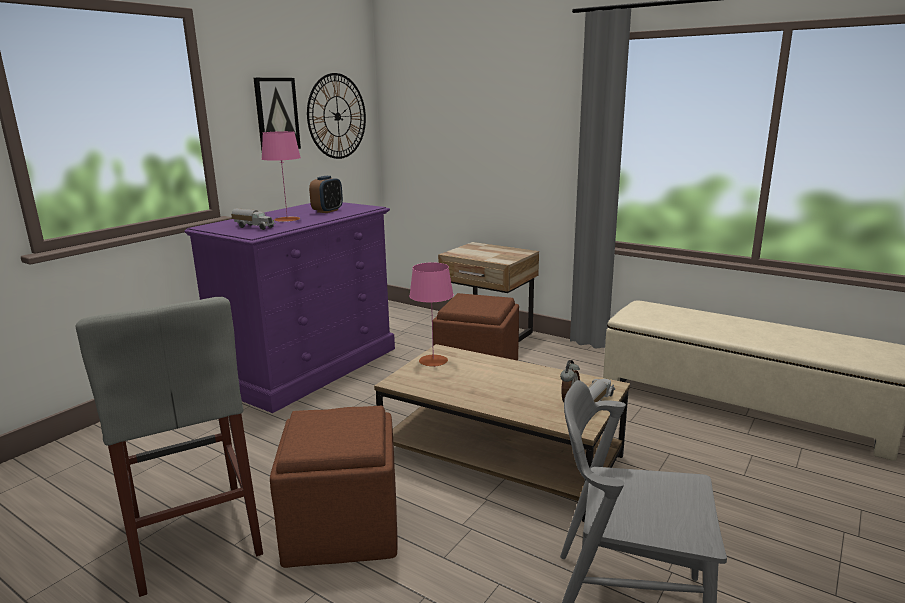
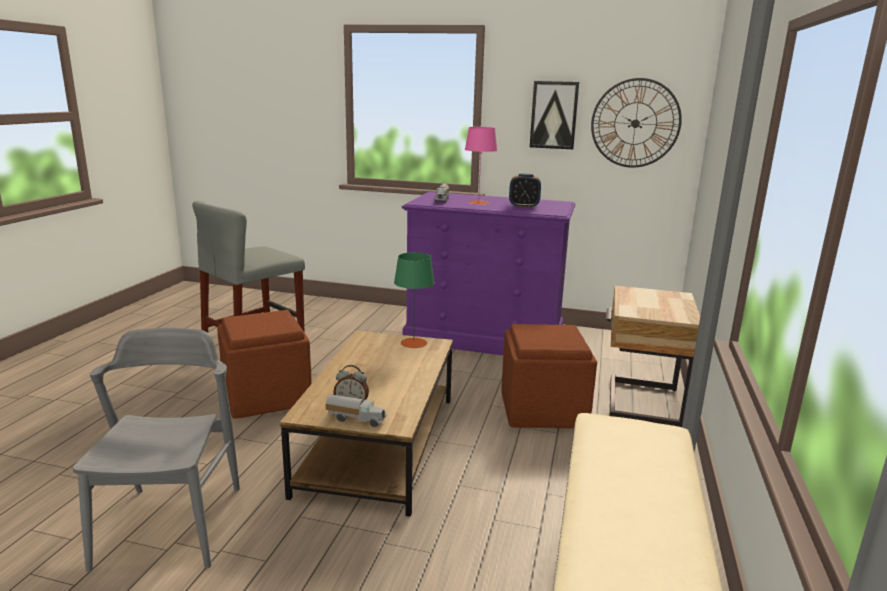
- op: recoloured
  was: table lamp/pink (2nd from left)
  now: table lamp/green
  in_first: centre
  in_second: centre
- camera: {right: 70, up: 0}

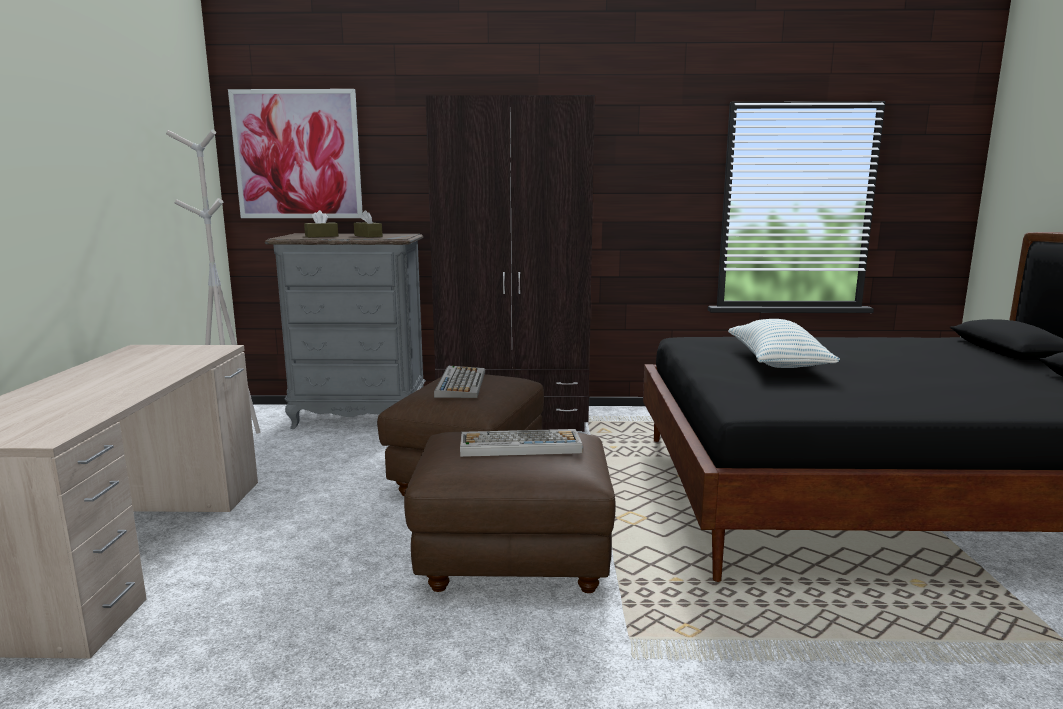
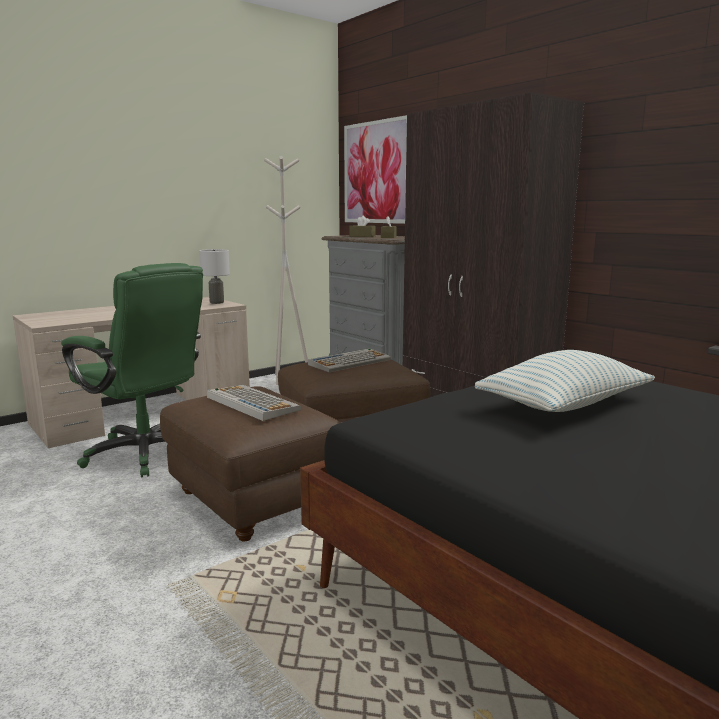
- op: added
  now: desk chair/green
  in_second: middle left
- op: added
  now: table lamp/white
  in_second: middle left
- camera: {right: 50, up: 0}

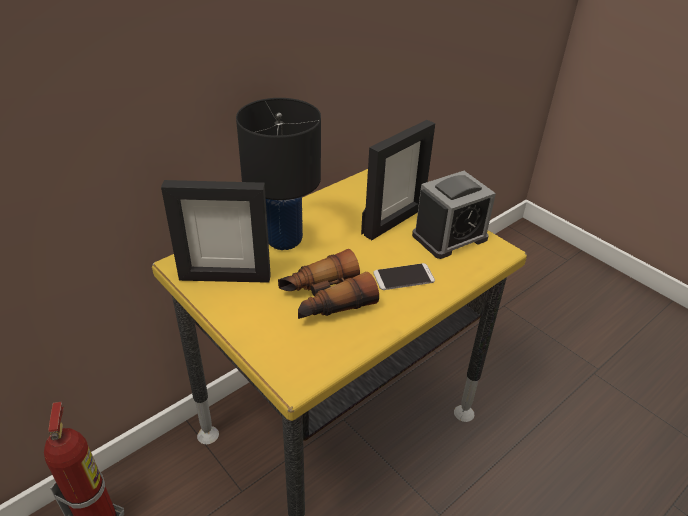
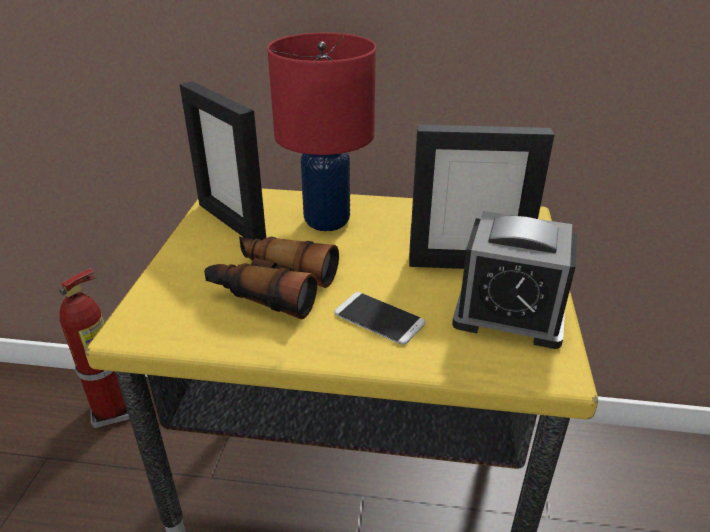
- op: recoloured
  was: table lamp/black-coloured
  now: table lamp/reddish
  in_first: centre
  in_second: top centre
- camera: {right: 50, up: -5}

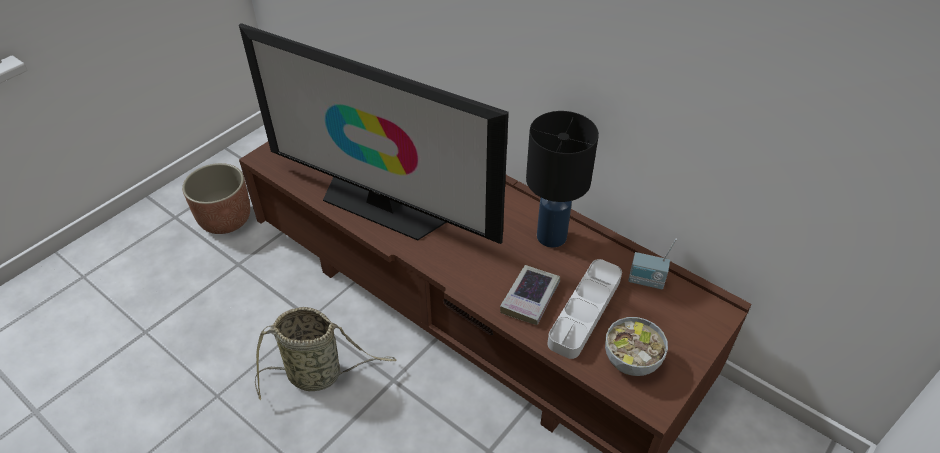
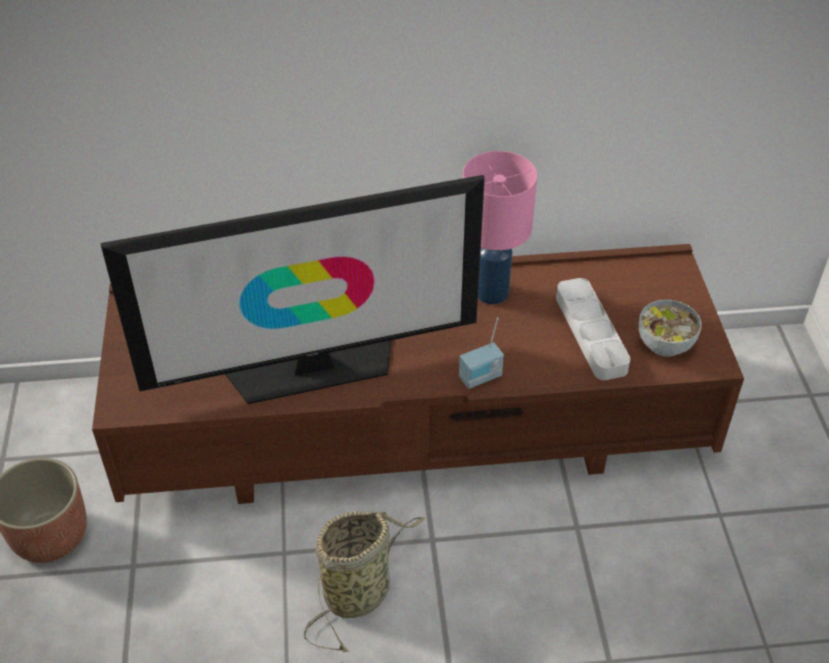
- op: moved
  was: radio set
  in_first: middle right
  in_second: centre
- op: recoloured
  was: table lamp/black-coloured
  now: table lamp/pink
  in_first: centre
  in_second: centre
- op: removed
  was: bound book
  in_first: centre
- camera: {right: -45, up: 0}

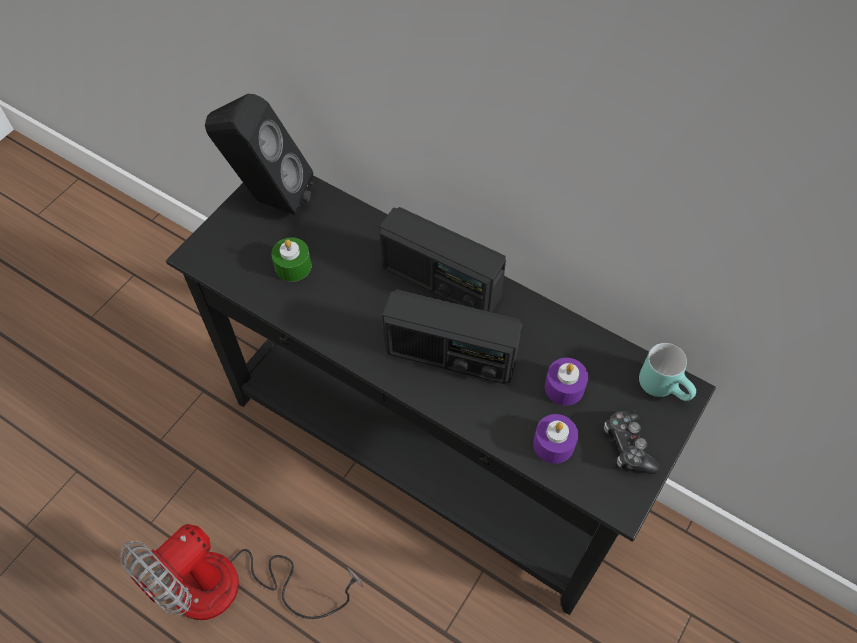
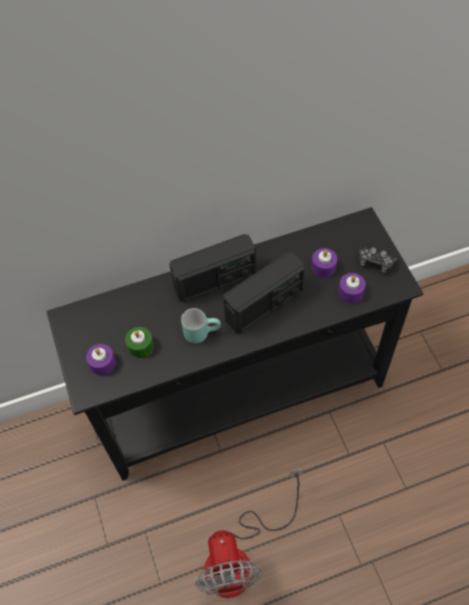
- op: added
  now: candle/purple (1st from left)
  in_second: middle left
- op: moved
  was: tea mug/turquoise
  in_first: middle right
  in_second: centre
- op: removed
  was: speaker/black-coloured
  in_first: top left
- camera: {right: -50, up: 0}

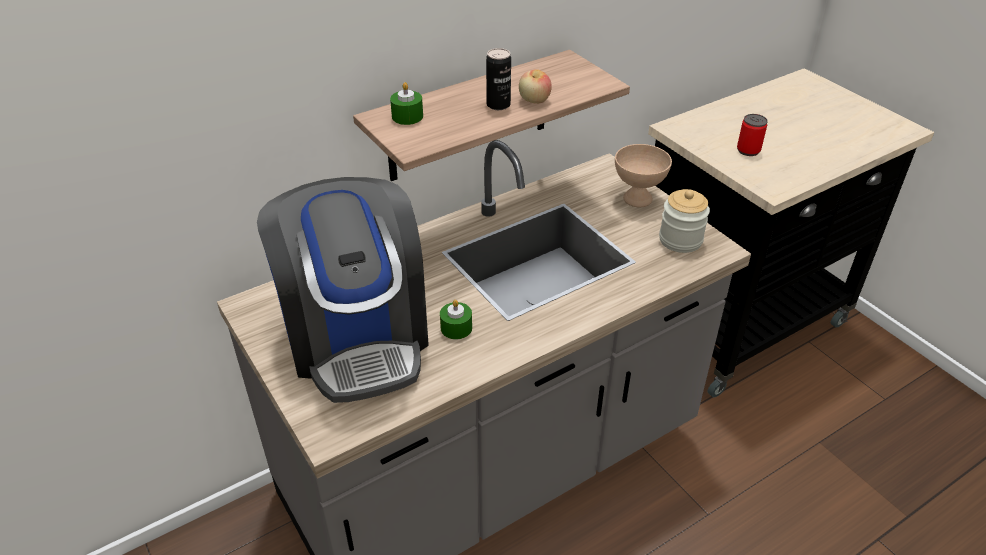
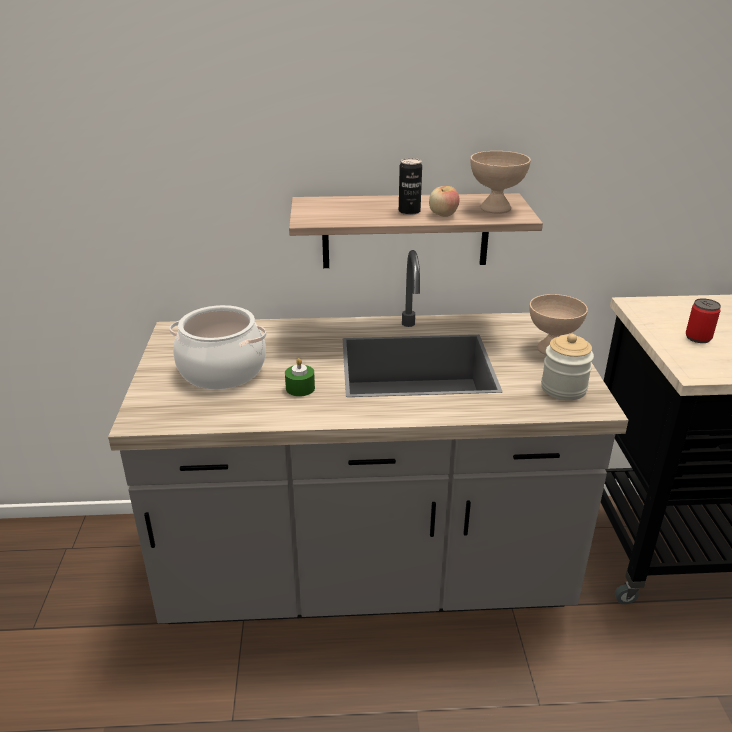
- op: replaced
  was: coffee maker
  now: saucepot
  in_first: centre
  in_second: middle left
- op: added
  now: deep dish/beige-coloured (1st from left)
  in_second: top right
- op: removed
  was: candle/green (1st from left)
  in_first: top centre
- camera: {right: 30, up: -10}

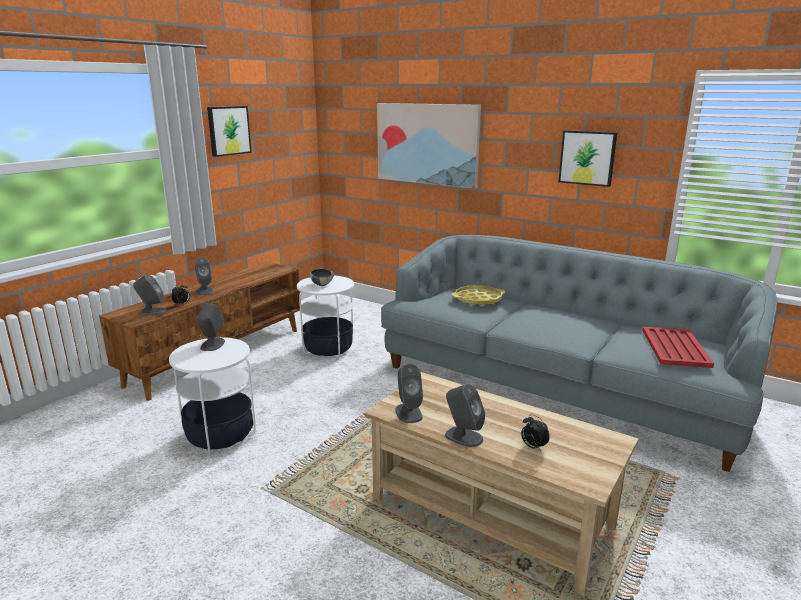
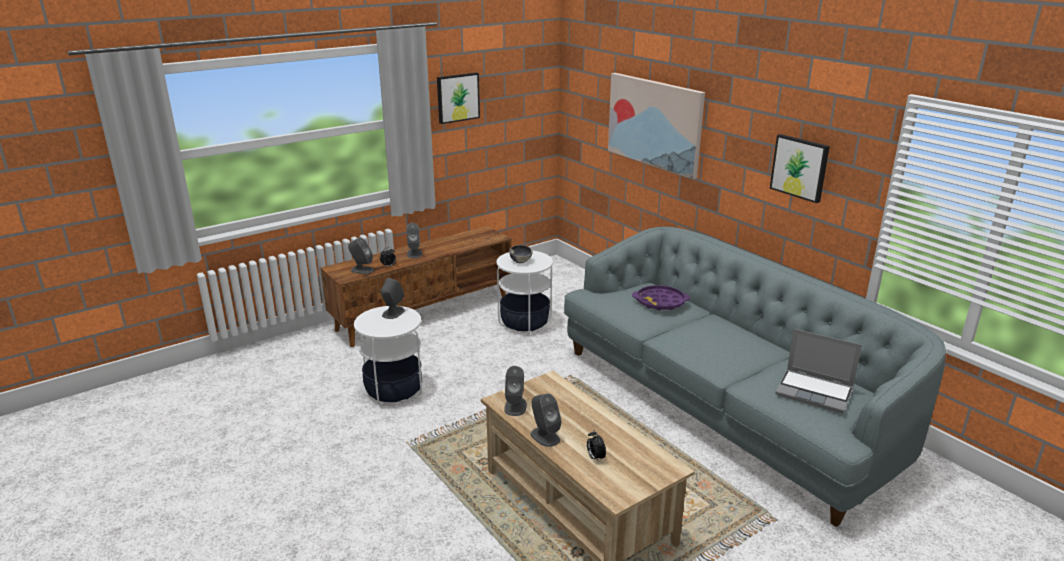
- op: recoloured
  was: carrying tray/yellow
  now: carrying tray/purple
  in_first: centre
  in_second: centre
- op: replaced
  was: carrying tray/reddish
  now: laptop
  in_first: middle right
  in_second: middle right
- camera: {right: 20, up: 5}

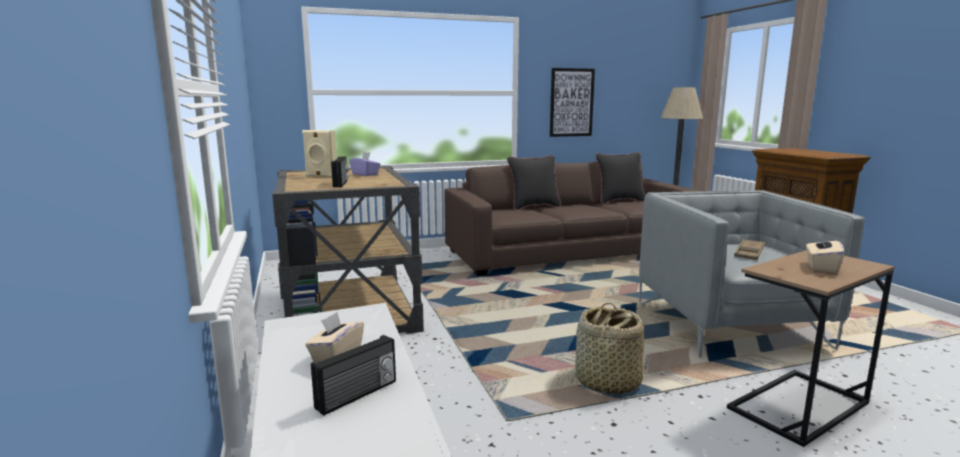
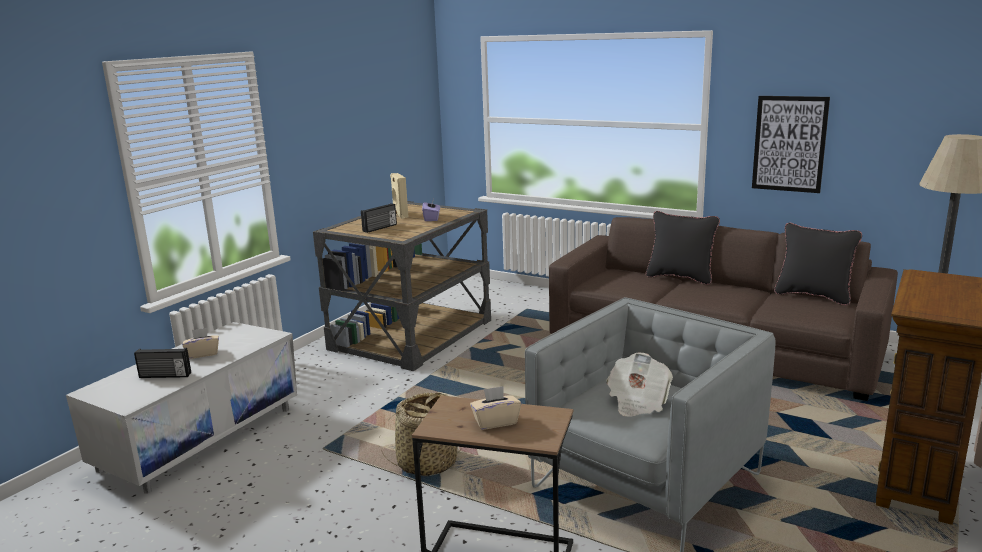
- op: replaced
  was: carrying tray/brown
  now: printed paper
  in_first: middle right
  in_second: bottom centre
- camera: {right: 50, up: 5}

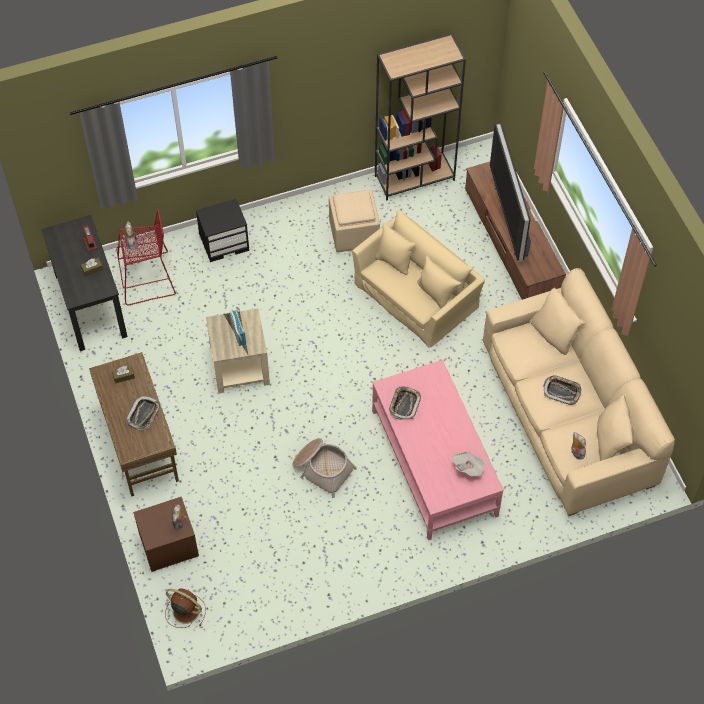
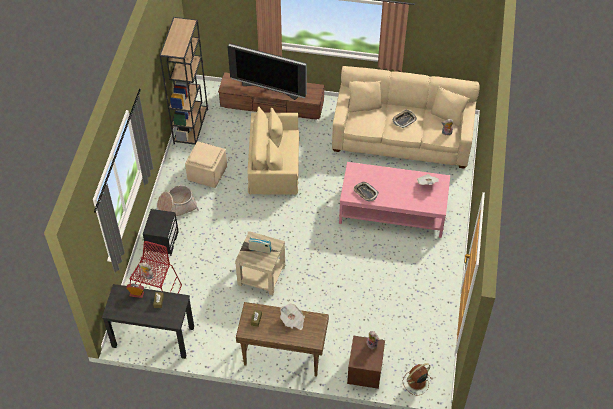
- op: moved
  was: basket
  in_first: centre
  in_second: middle left
- op: turned
  was: armchair/beige-coloured
  in_first: centre
  in_second: centre
  clockwise: -75
- op: replaced
  was: carrying tray (1st from left)
  now: printed paper (1st from left)
  in_first: middle left
  in_second: bottom centre
- camera: {right: -60, up: -5}

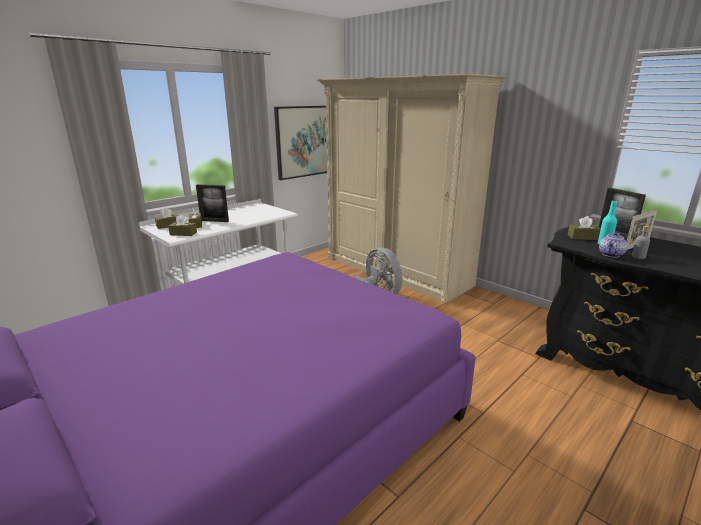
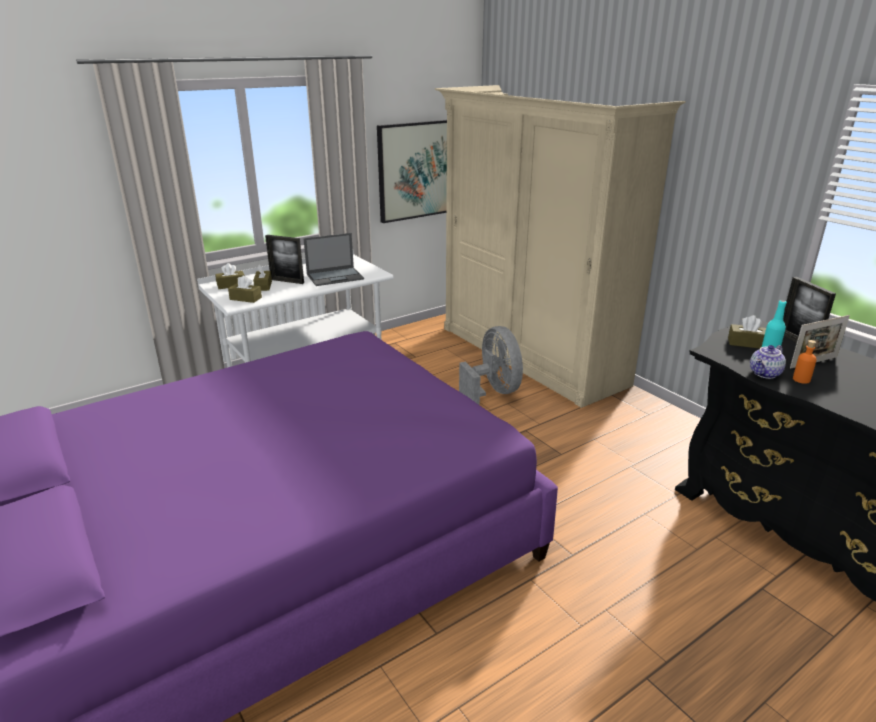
- op: added
  now: laptop
  in_second: centre
- op: recoloured
  was: drink bottle/greyish
  now: drink bottle/orange
  in_first: middle right
  in_second: middle right
- camera: {right: 10, up: 5}

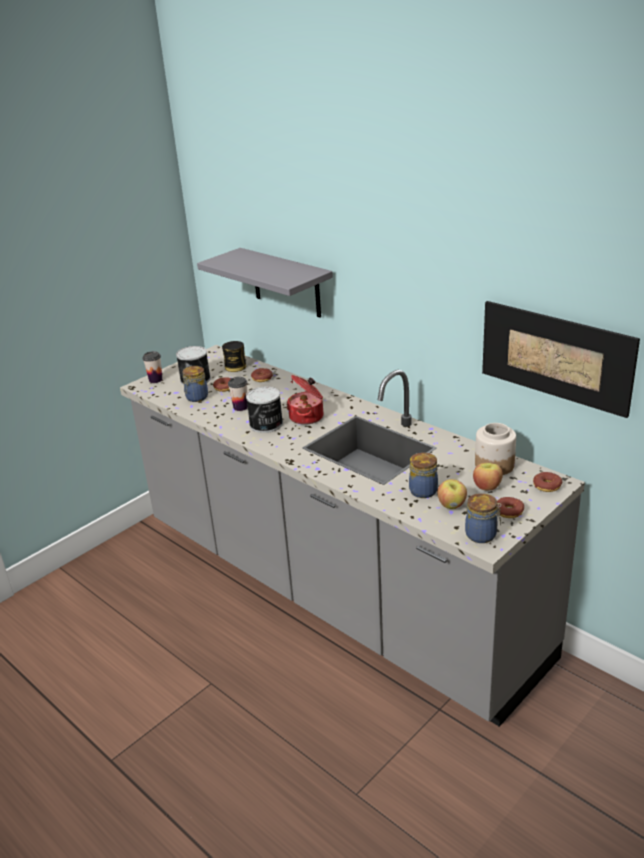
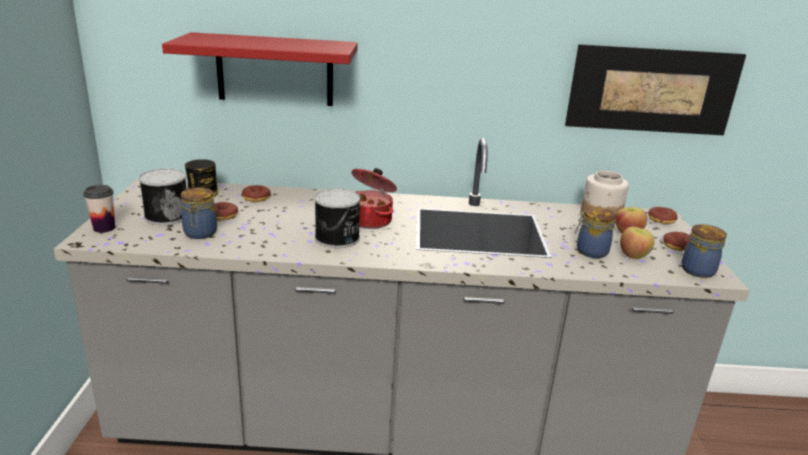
- op: recoloured
  was: shelf/greyish
  now: shelf/reddish
  in_first: top centre
  in_second: top left
- op: removed
  was: cup (2nd from left)
  in_first: centre
- camera: {right: -45, up: -5}

